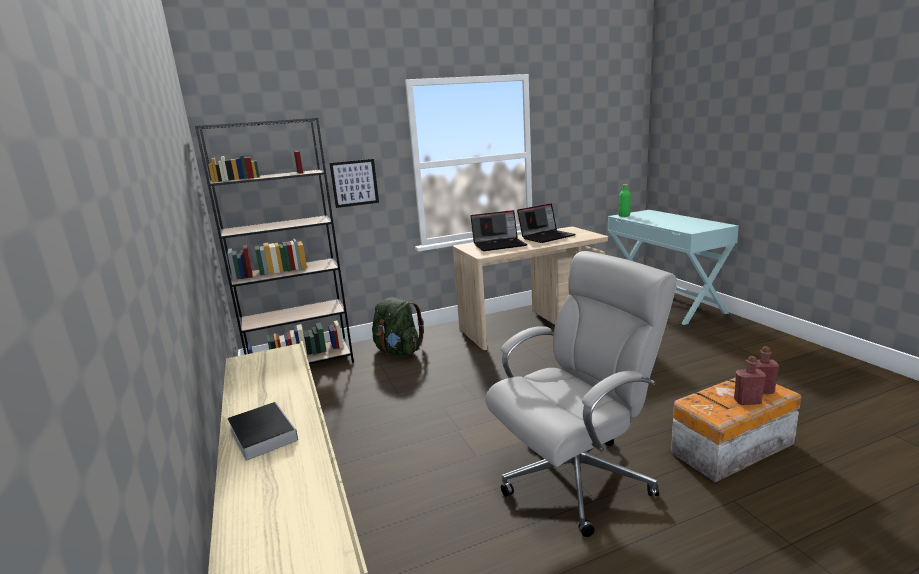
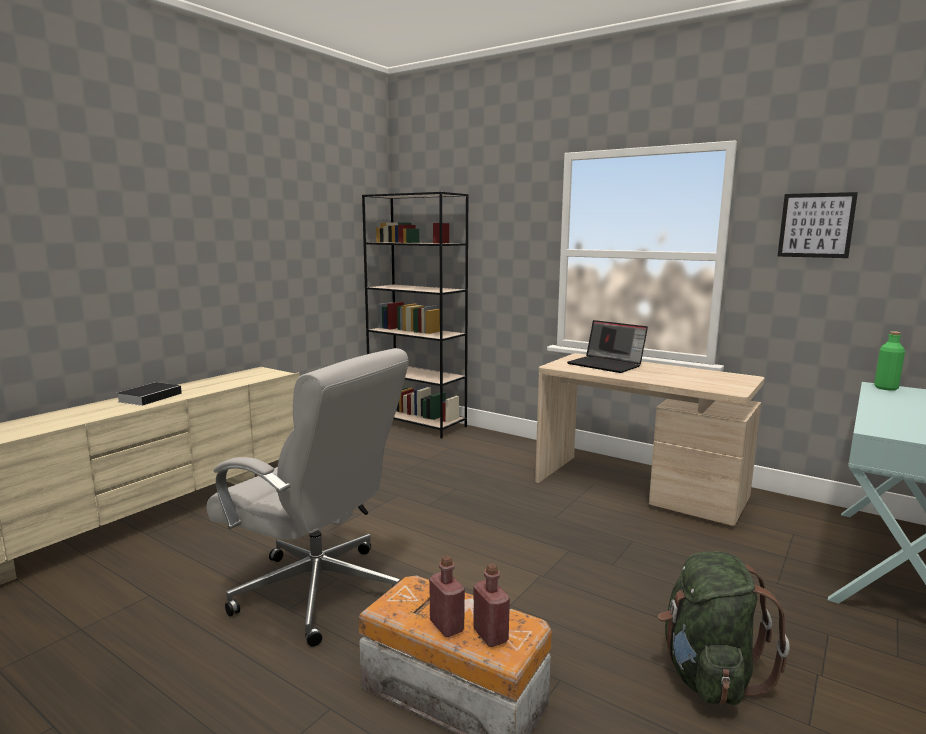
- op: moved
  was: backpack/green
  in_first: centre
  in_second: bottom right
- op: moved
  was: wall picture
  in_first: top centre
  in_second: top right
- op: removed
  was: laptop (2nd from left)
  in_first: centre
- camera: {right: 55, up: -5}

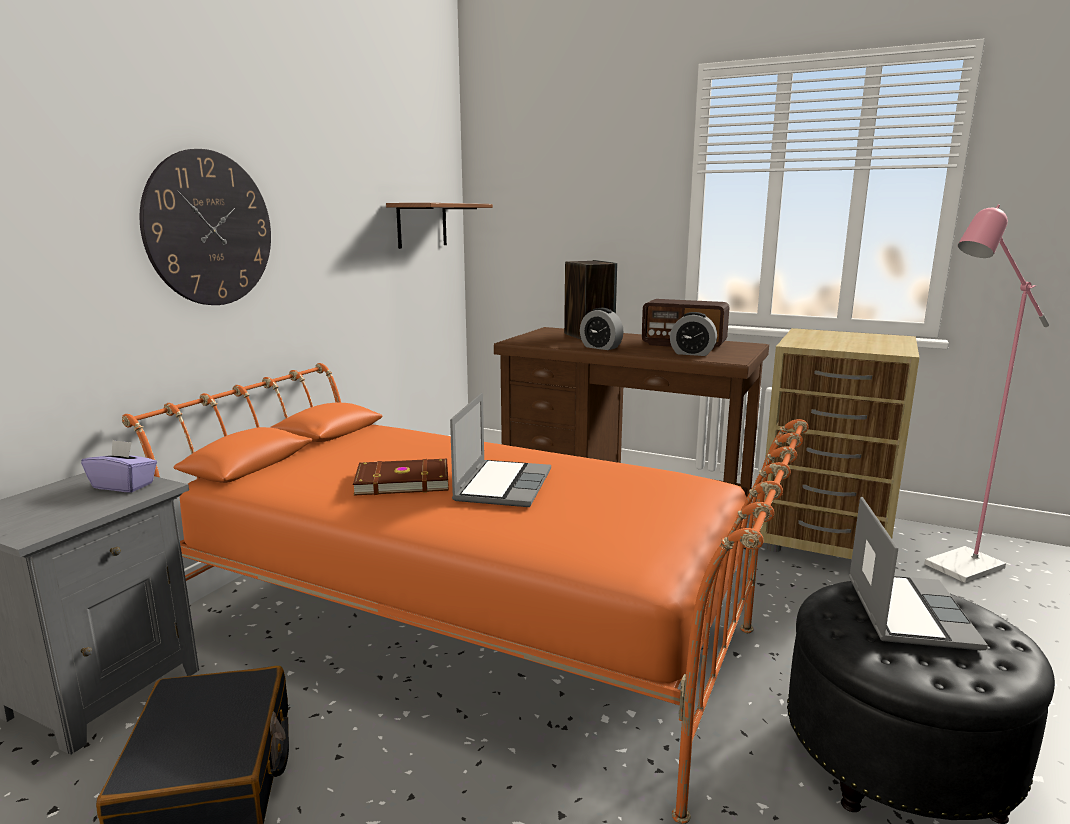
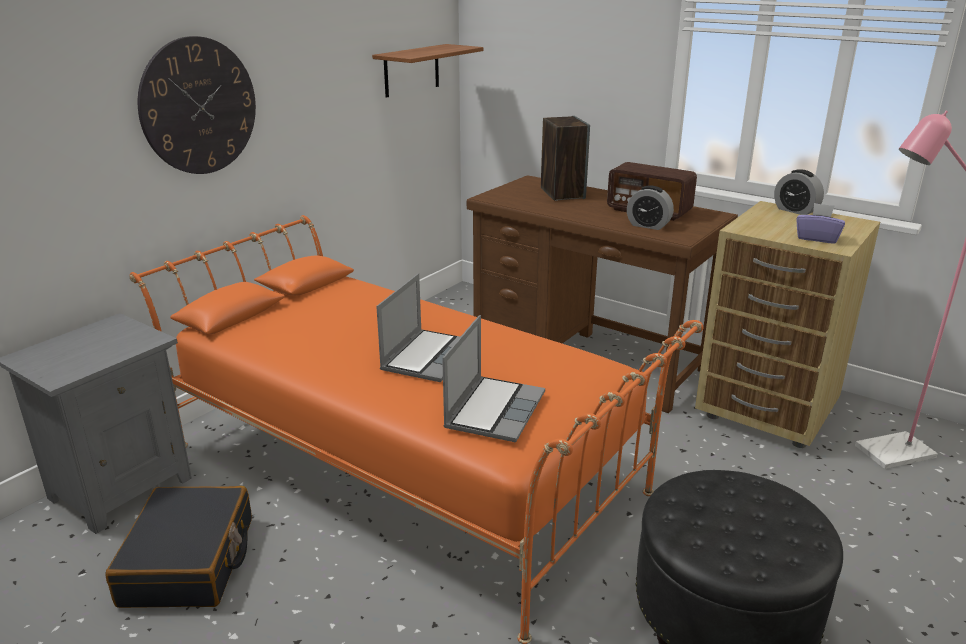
- op: moved
  was: laptop (2nd from left)
  in_first: bottom right
  in_second: centre
- op: moved
  was: bedside clock (1st from left in the first image)
  now: bedside clock (2nd from left)
  in_first: centre
  in_second: top right
- op: moved
  was: box of tissues/purple
  in_first: middle left
  in_second: middle right
- op: removed
  was: bound book/brown
  in_first: centre
- camera: {right: 10, up: 10}

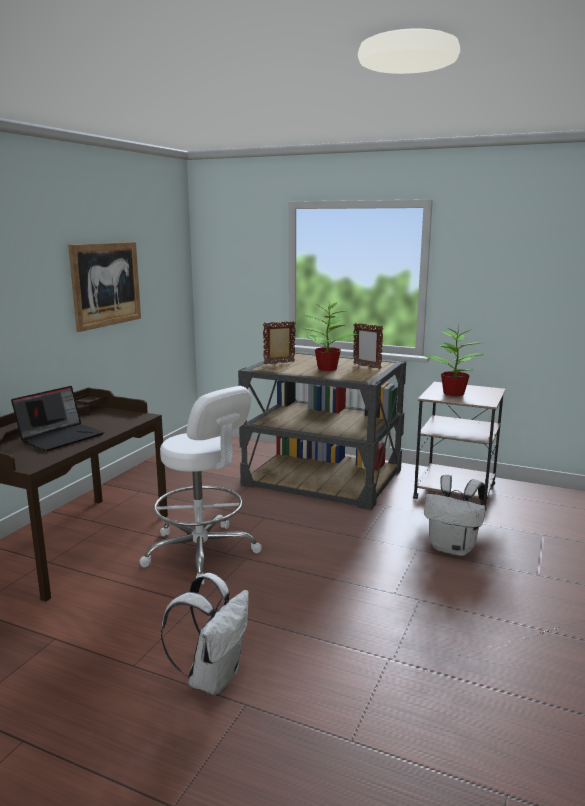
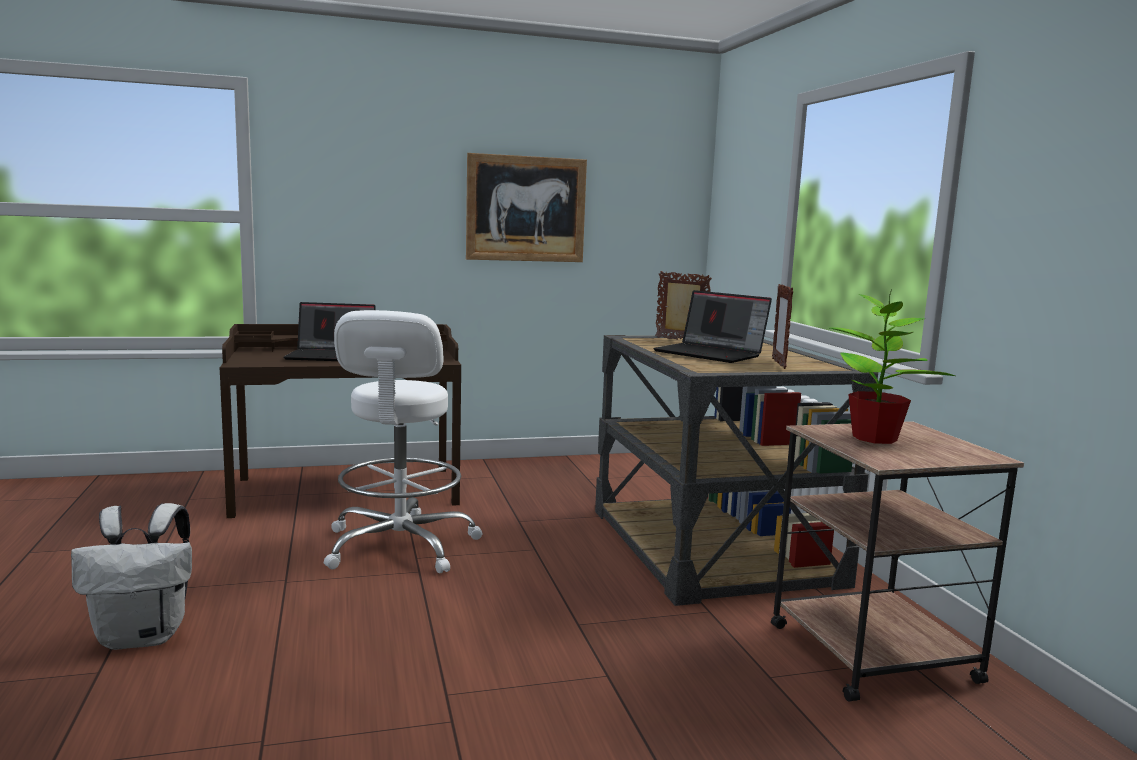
- op: replaced
  was: potted plant (1st from left)
  now: laptop (2nd from left)
  in_first: centre
  in_second: centre
- op: removed
  was: backpack/white (2nd from left)
  in_first: middle right
- camera: {right: 50, up: -5}

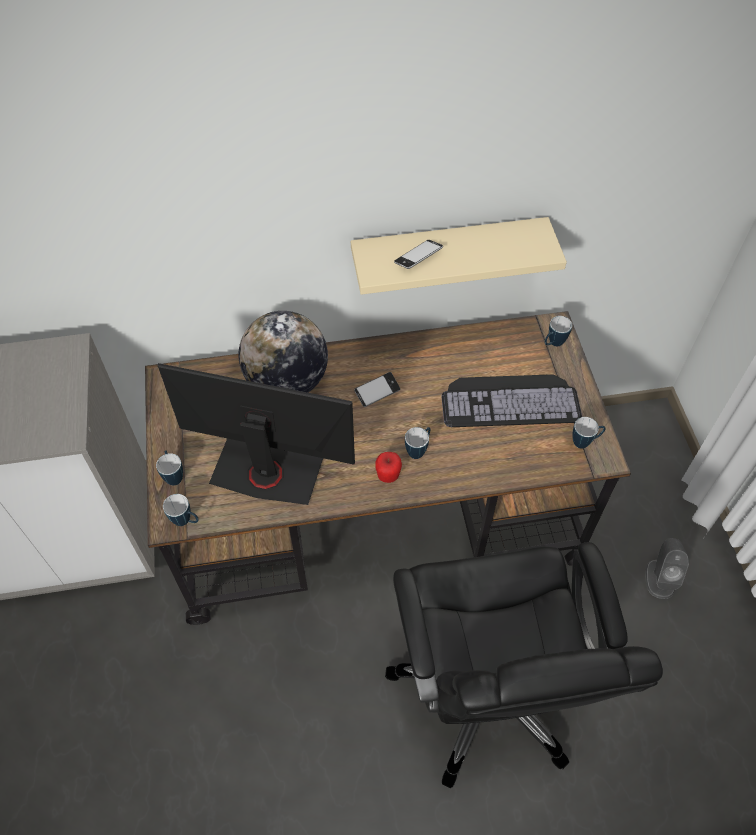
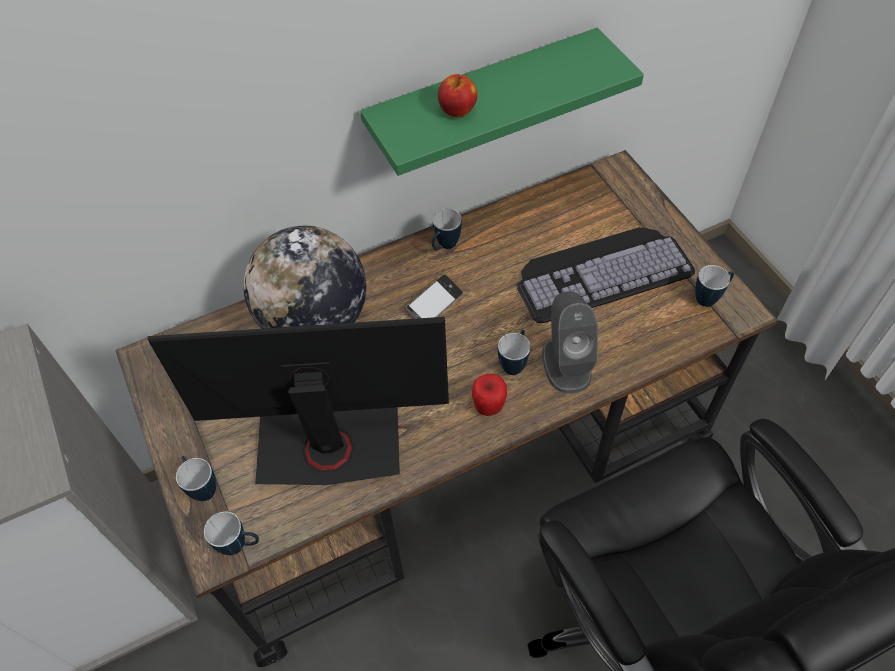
- op: recoloured
  was: shelf/beige-coloured
  now: shelf/green
  in_first: top centre
  in_second: top centre
- op: moved
  was: tea mug (4th from left in the first image)
  now: tea mug (3rd from left)
  in_first: middle right
  in_second: centre
- op: replaced
  was: telephone (2nd from left)
  now: apple fruit (1st from left)
  in_first: top centre
  in_second: top centre
- op: moved
  was: speaker/greyish
  in_first: bottom right
  in_second: centre
- camera: {right: -15, up: 0}

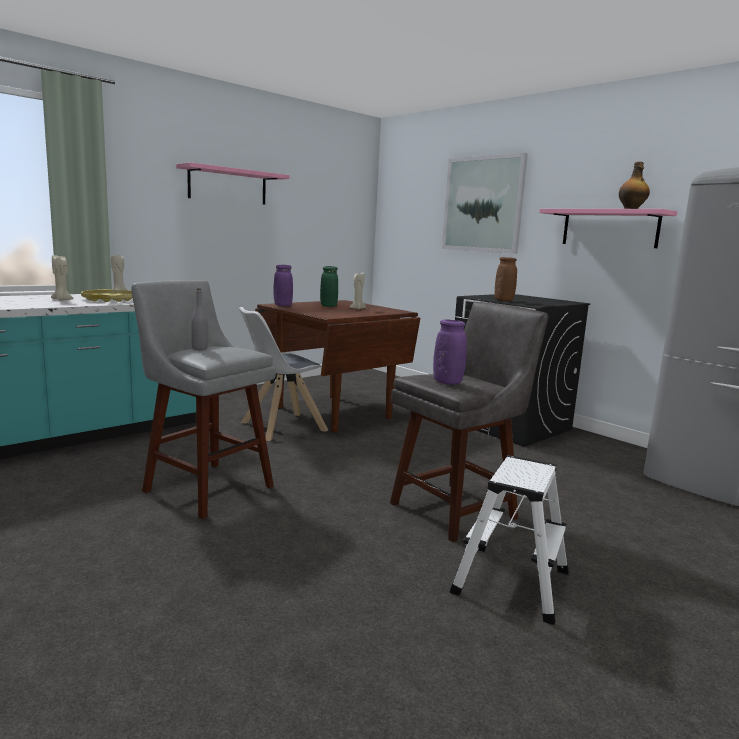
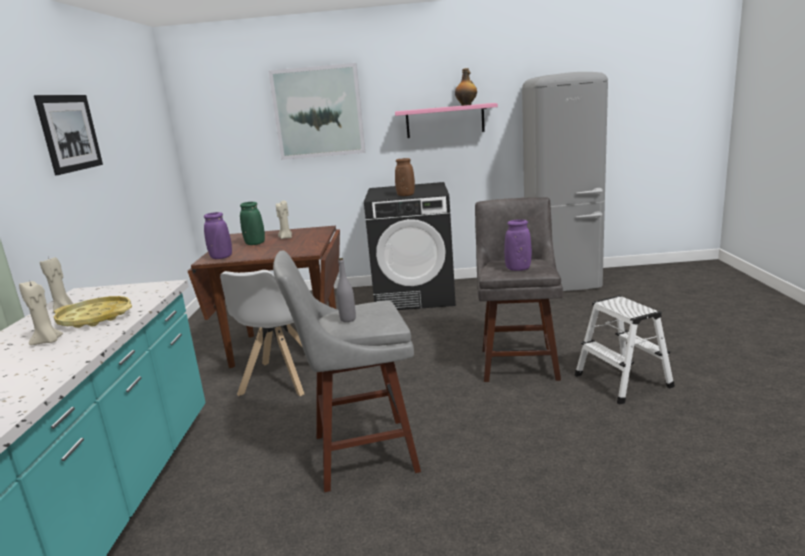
- op: replaced
  was: shelf/pink (1st from left)
  now: wall picture (1st from left)
  in_first: top left
  in_second: top left
- camera: {right: -45, up: 5}

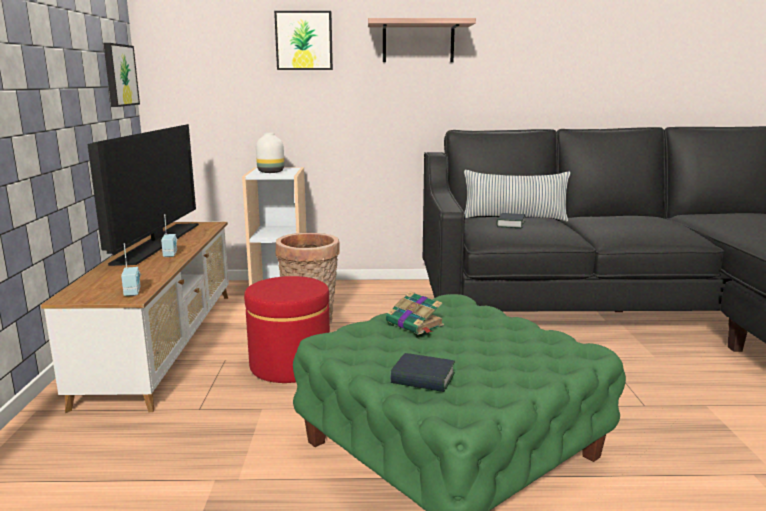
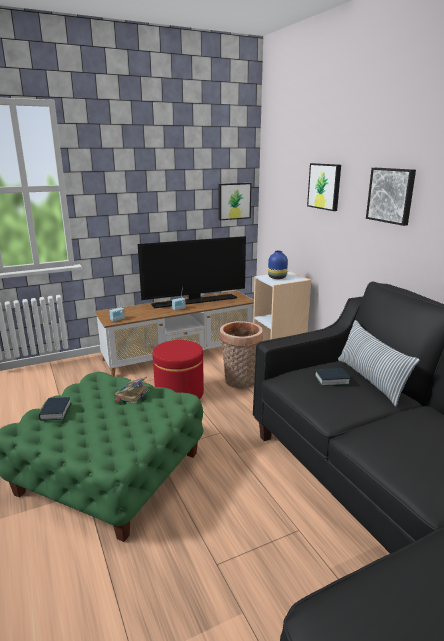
- op: recoloured
  was: flower vase/white
  now: flower vase/blue-coloured
  in_first: top centre
  in_second: centre
- op: replaced
  was: shelf
  now: wall picture (3rd from left)
  in_first: top centre
  in_second: top right
- camera: {right: 65, up: 5}

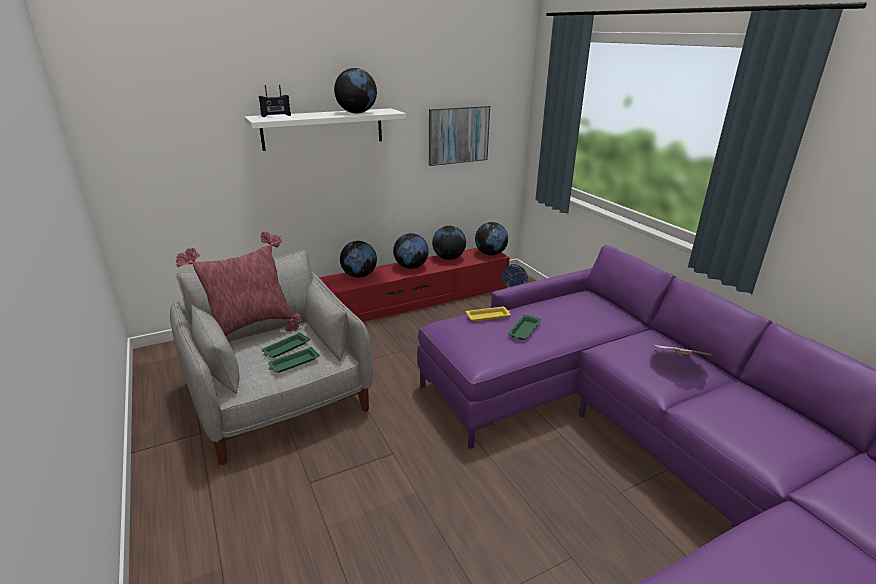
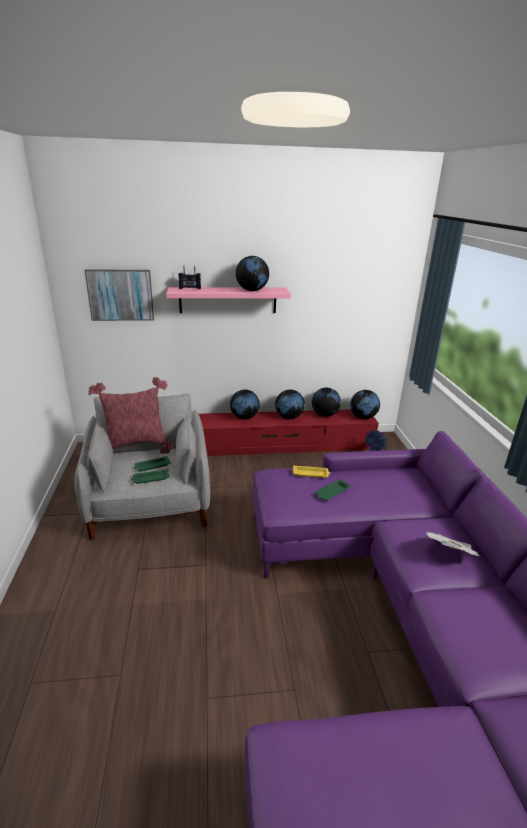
- op: moved
  was: wall picture
  in_first: top centre
  in_second: middle left
- op: recoloured
  was: shelf/white
  now: shelf/pink
  in_first: top centre
  in_second: centre
- camera: {right: 20, up: 0}

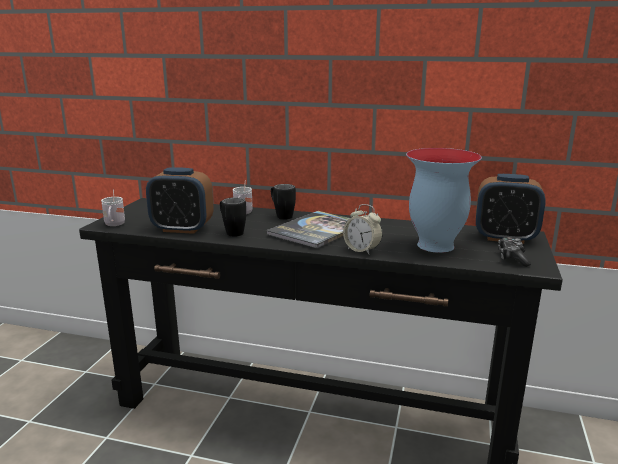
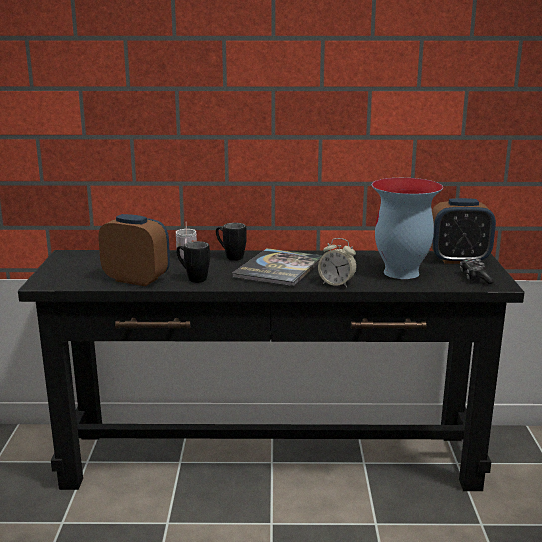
- op: turned
  was: bedside clock (1st from left)
  in_first: middle left
  in_second: middle left
  clockwise: -150
- op: removed
  was: tea mug/white (1st from left)
  in_first: middle left
- camera: {right: -15, up: 0}

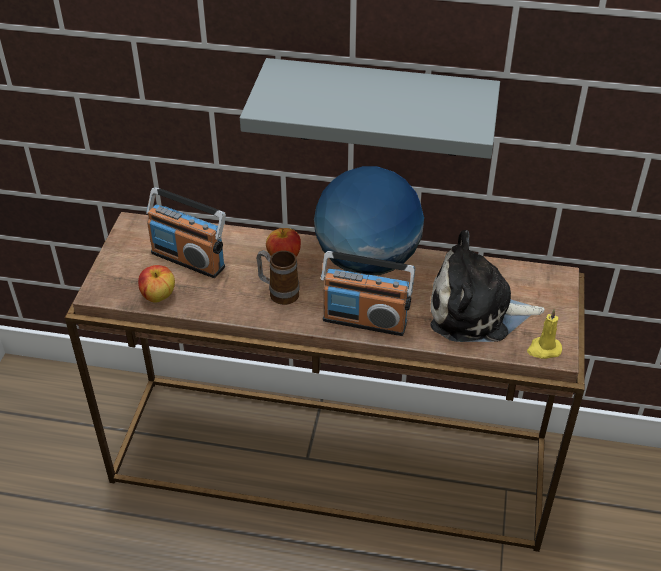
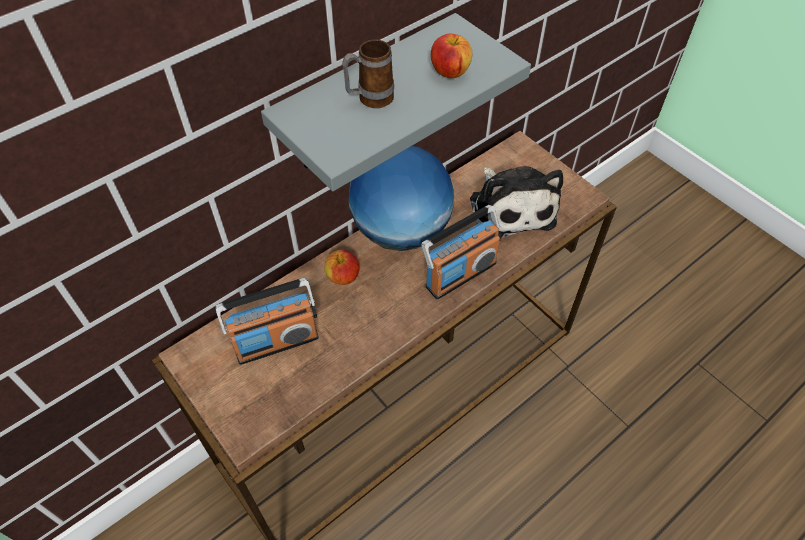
- op: moved
  was: tea mug
  in_first: centre
  in_second: top centre
- op: moved
  was: apple fruit (1st from left in the first image)
  now: apple fruit (2nd from left)
  in_first: middle left
  in_second: top centre
- op: turned
  was: plush toy
  in_first: middle right
  in_second: centre
  clockwise: -60
- op: removed
  was: candle/yellow
  in_first: middle right
- camera: {right: -50, up: 10}

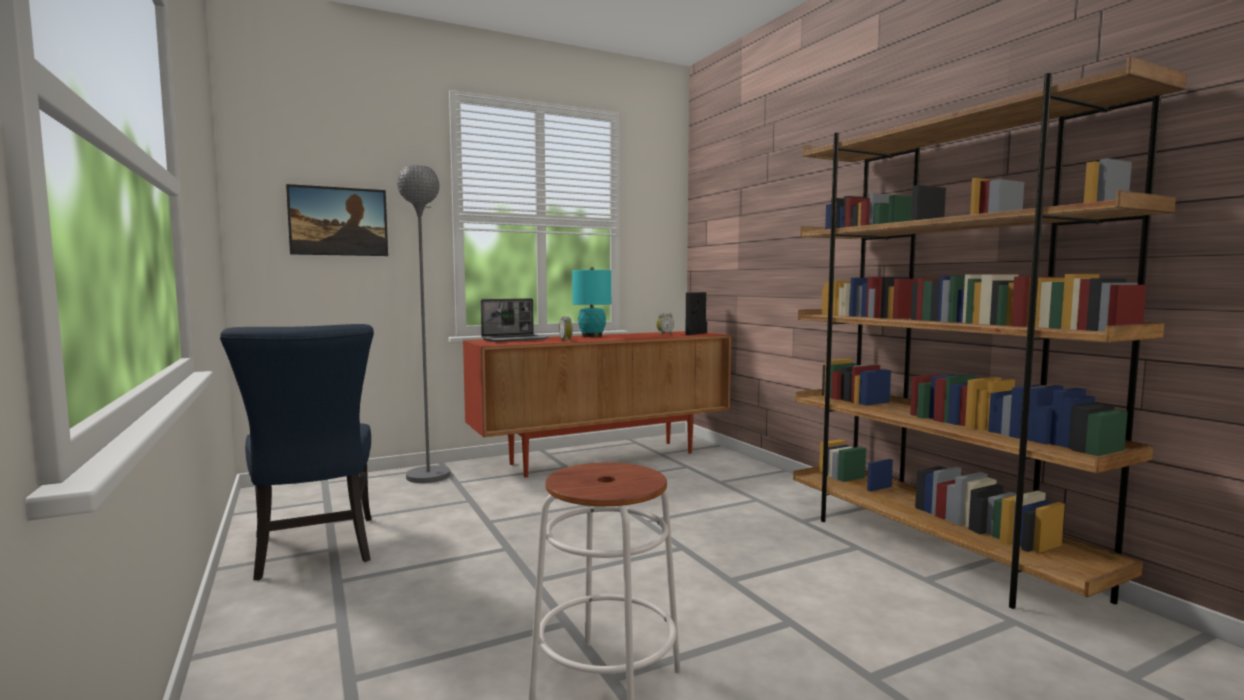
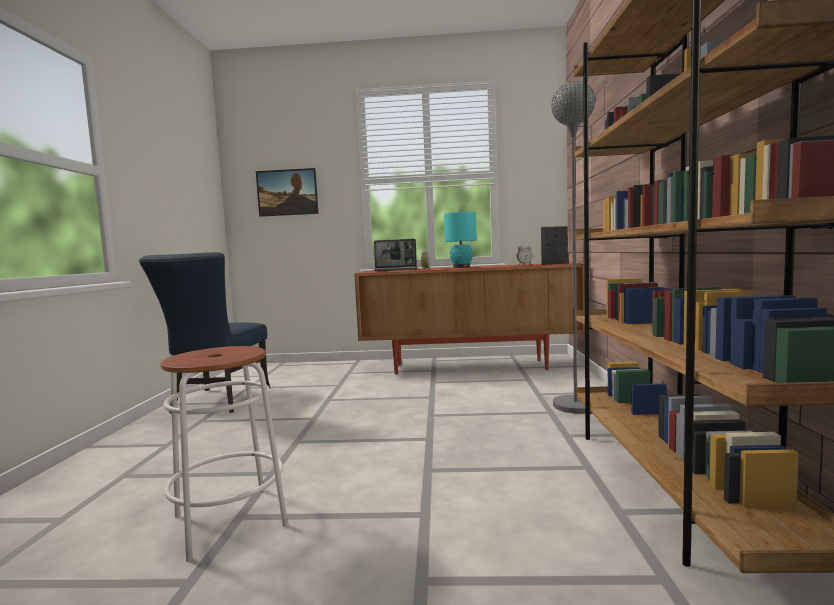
- op: moved
  was: standard lamp/greyish
  in_first: centre
  in_second: middle right
- camera: {right: 30, up: 0}

